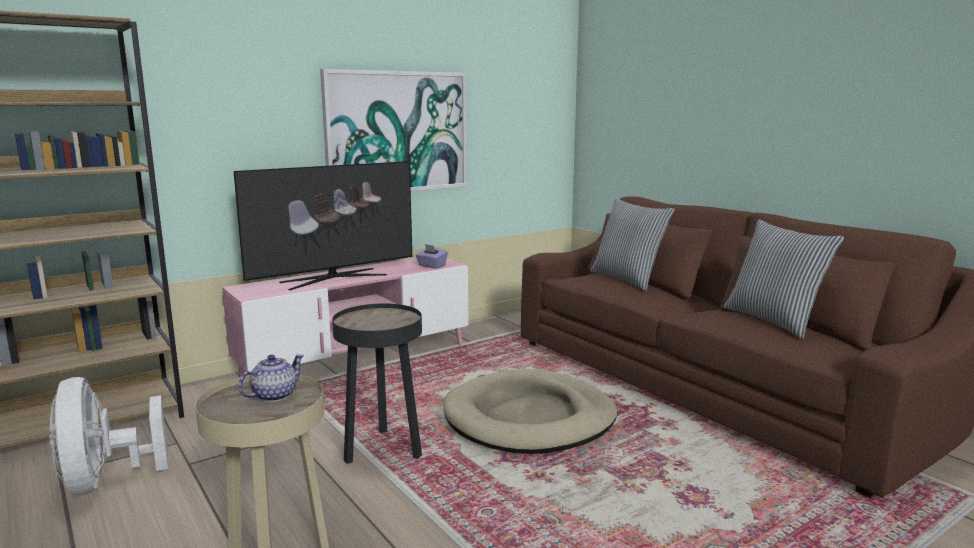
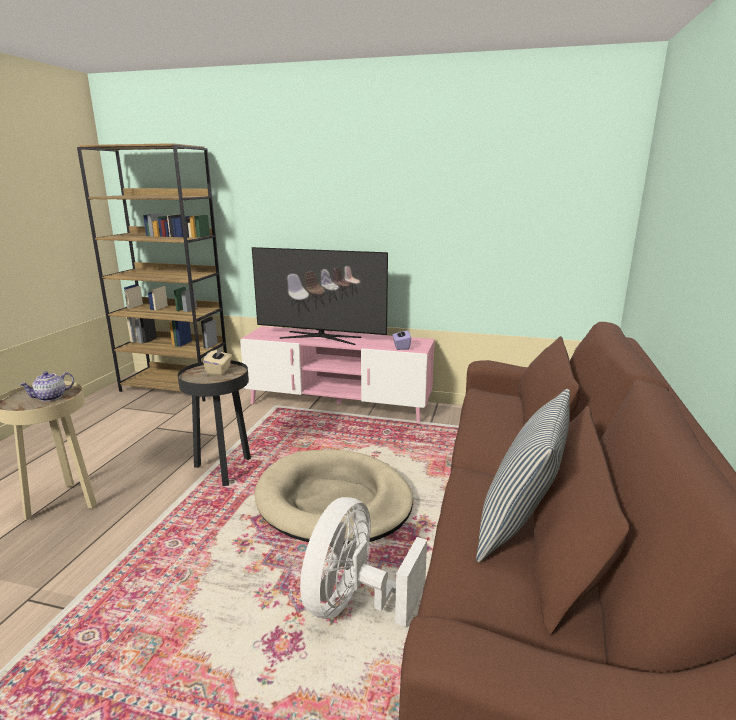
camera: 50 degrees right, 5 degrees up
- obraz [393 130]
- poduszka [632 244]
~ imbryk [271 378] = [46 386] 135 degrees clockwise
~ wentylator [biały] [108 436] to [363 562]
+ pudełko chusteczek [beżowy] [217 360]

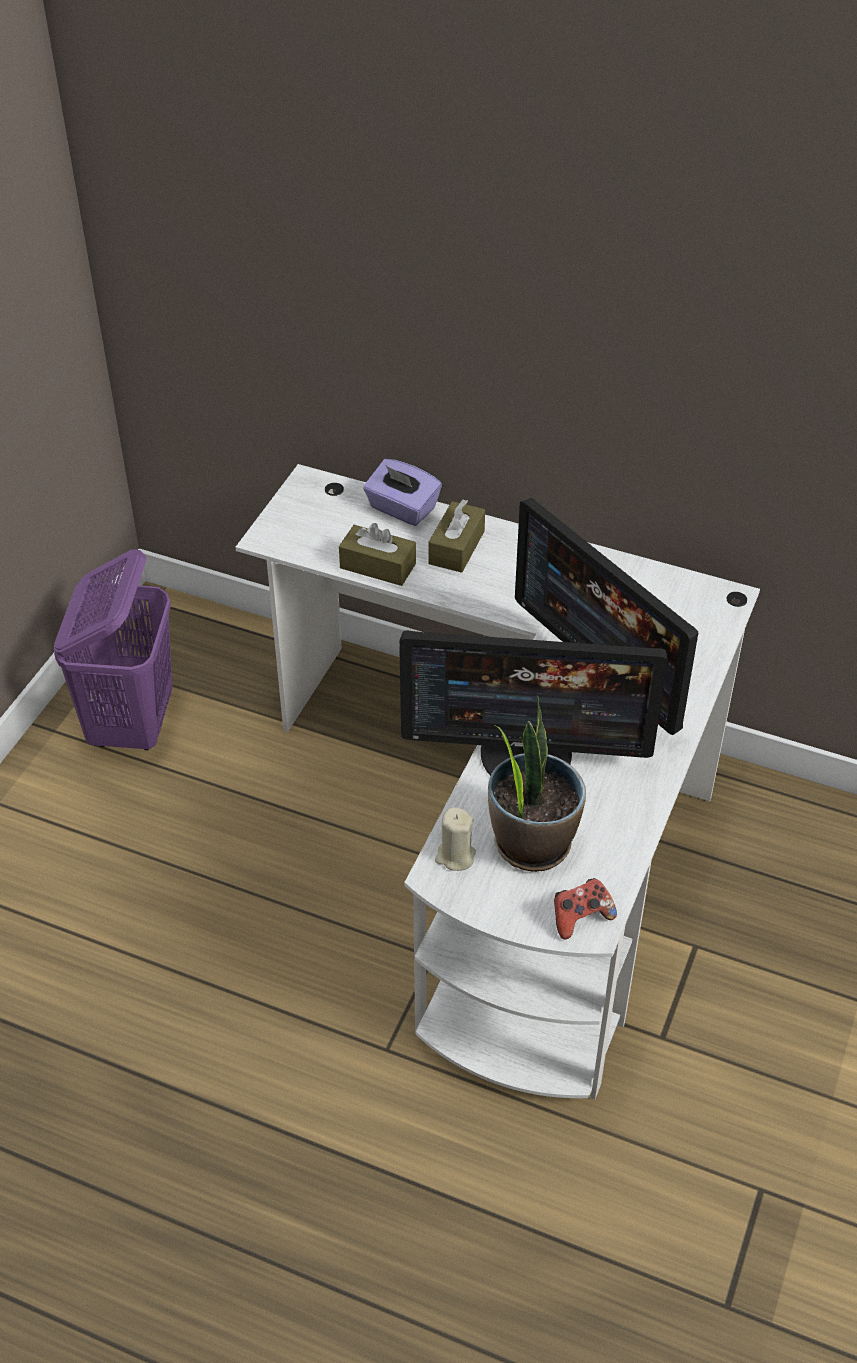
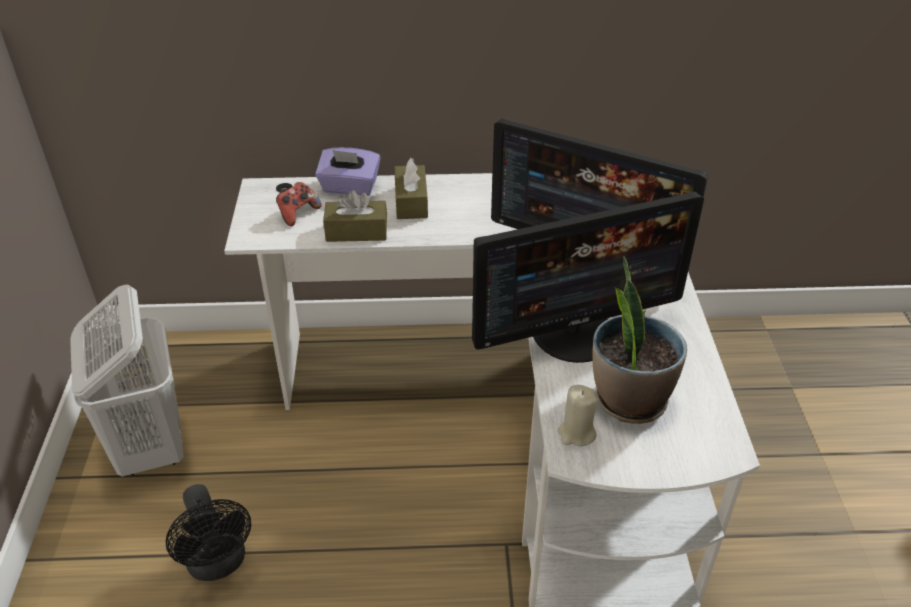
camera: 25 degrees left, 5 degrees down
~ kosz na pranie [fioletowy] [113 649] to kosz na pranie [biały] [127 380]
~ pad do gier [585 908] to [299 204]
+ wentylator [czarny] [208 532]

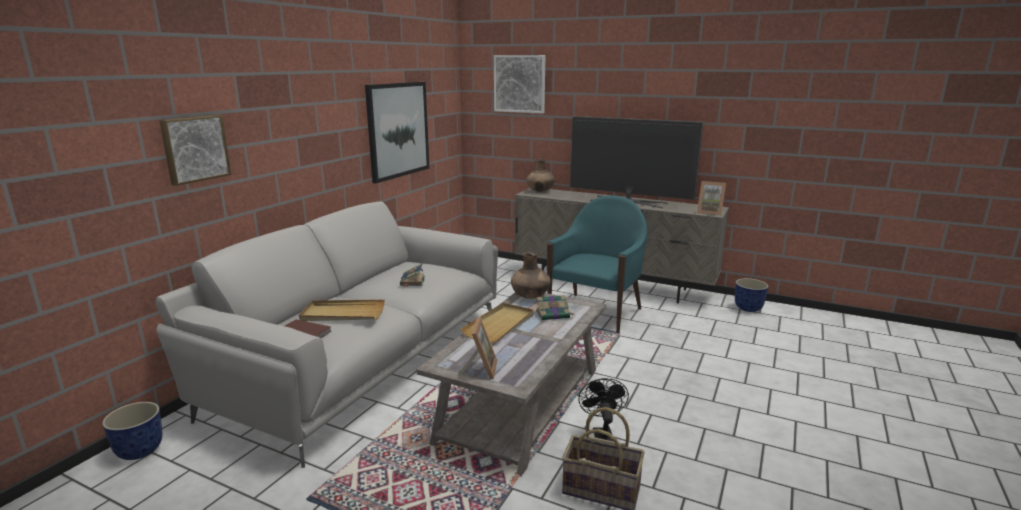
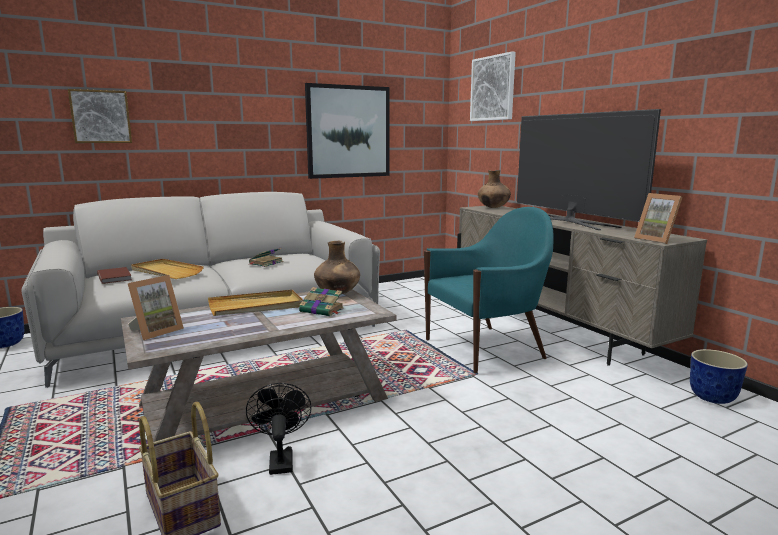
camera: 35 degrees right, 5 degrees down
~ wentylator [czarny] [603 409] = [279 429] 45 degrees counterclockwise

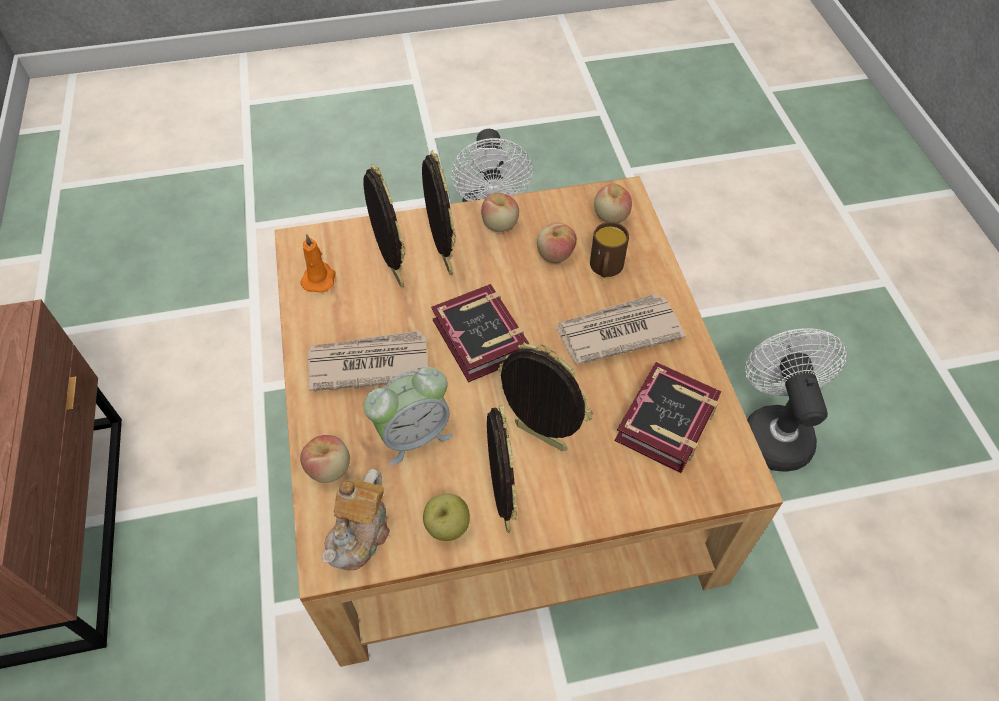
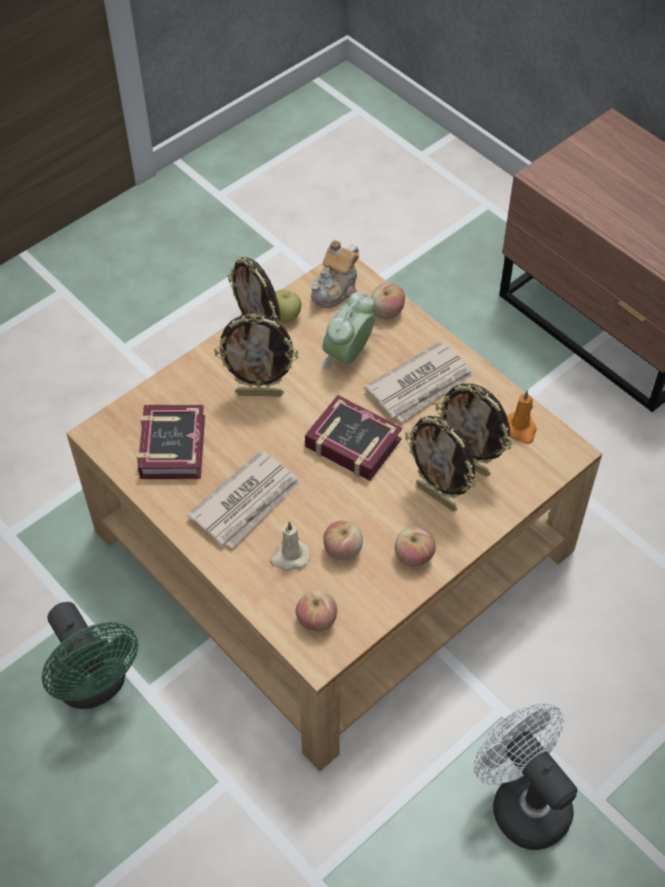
camera: 150 degrees right, 0 degrees up
~ kubek [brązowy] [609 249] to świeca [beżowy] [290 546]
~ wentylator [biały] [796 400] to wentylator [zielony] [90 655]
~ imbryk [356 519] = [334 274] 135 degrees counterclockwise

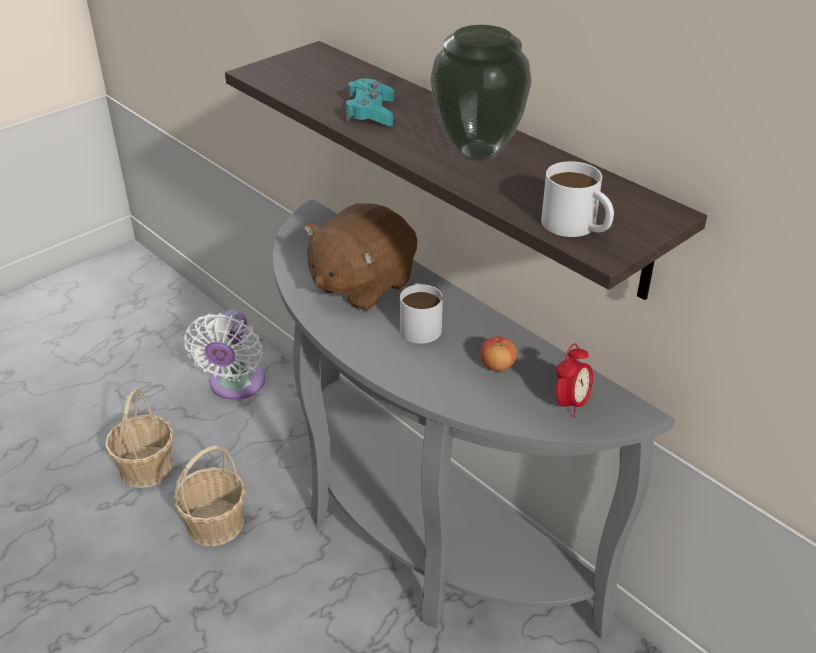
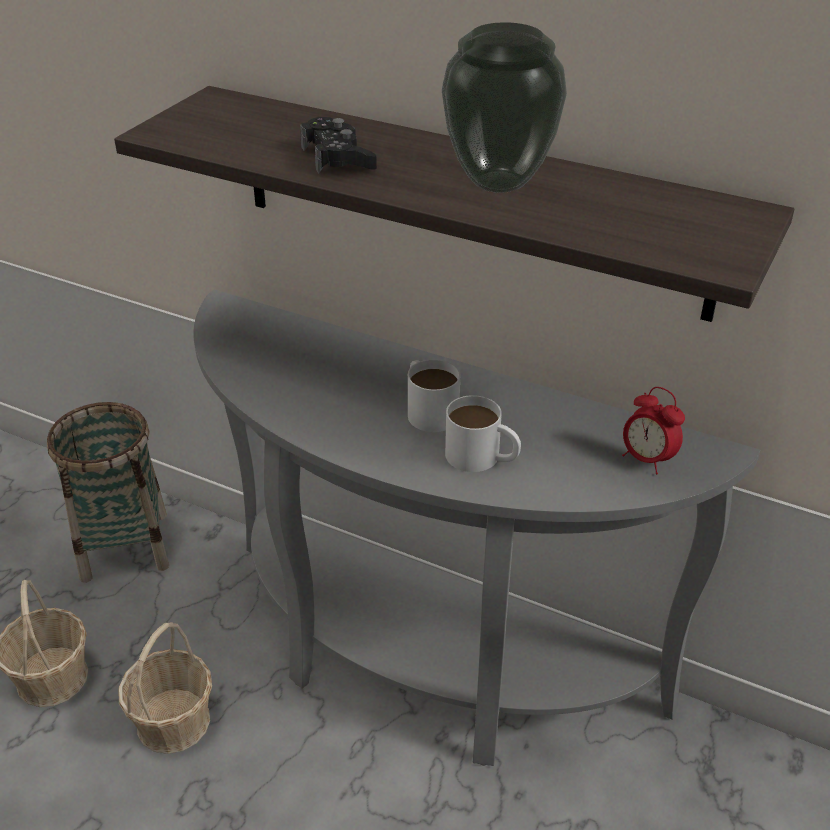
camera: 20 degrees left, 0 degrees up
~ pad do gier [turkusowy] [370 102] to pad do gier [czarny] [338 145]
~ kubek [biały] [577 199] to [483 433]
- pluszak [brązowy] [360 257]
~ wentylator [biały] [224 355] to koszyk [108 492]
- jabłko [498 353]
~ budzik [574 380] = [653 430] 120 degrees clockwise

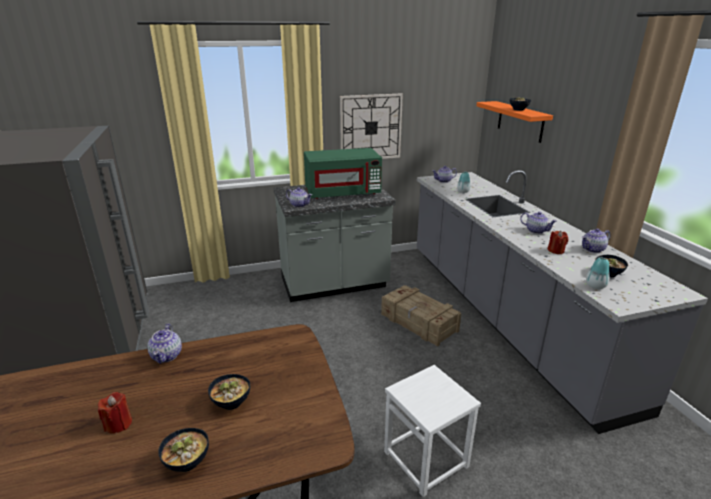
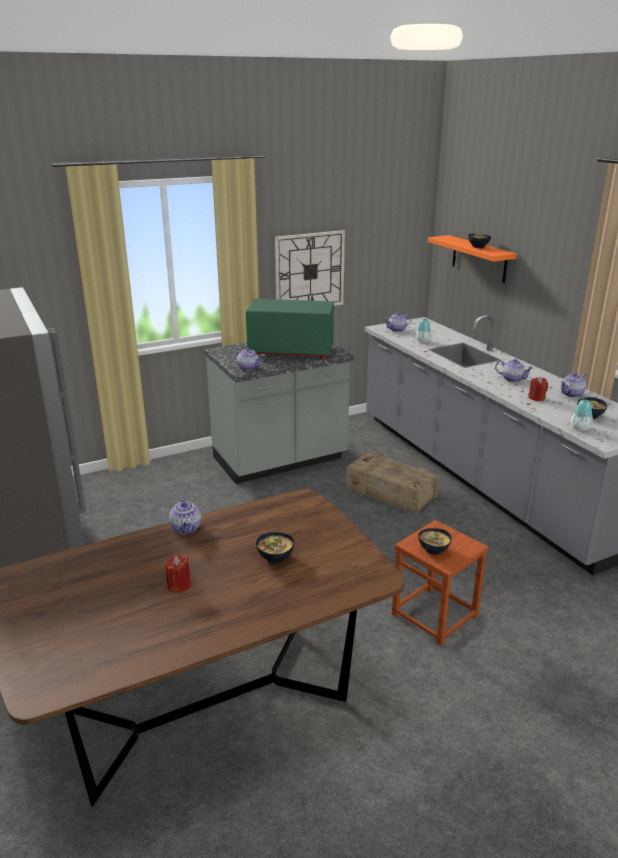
camera: 10 degrees left, 0 degrees up
~ mikrofalówka [zielony] [343 173] = [290 329] 150 degrees counterclockwise
~ stołek [biały] [432 431] to stołek [brązowy] [440 583]
~ miska [183 450] to [435 541]

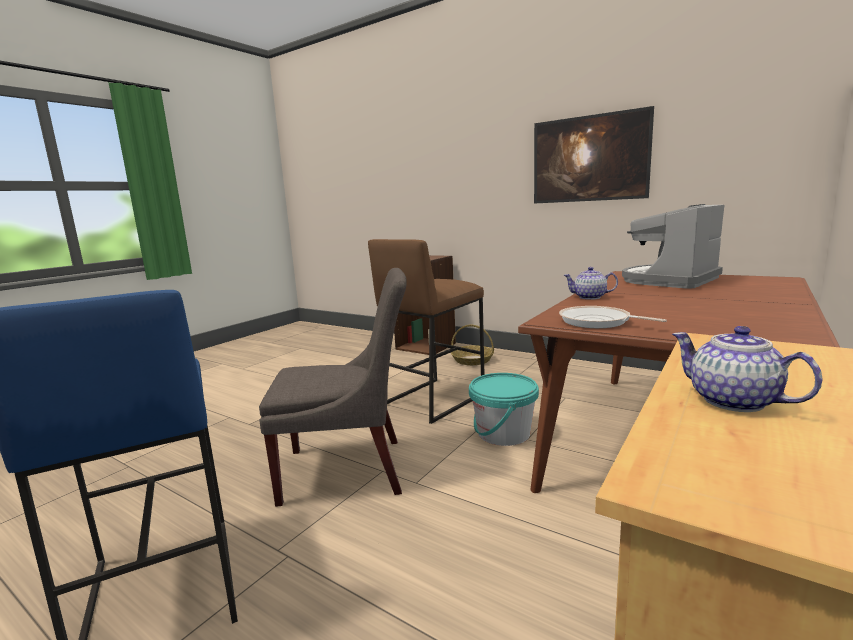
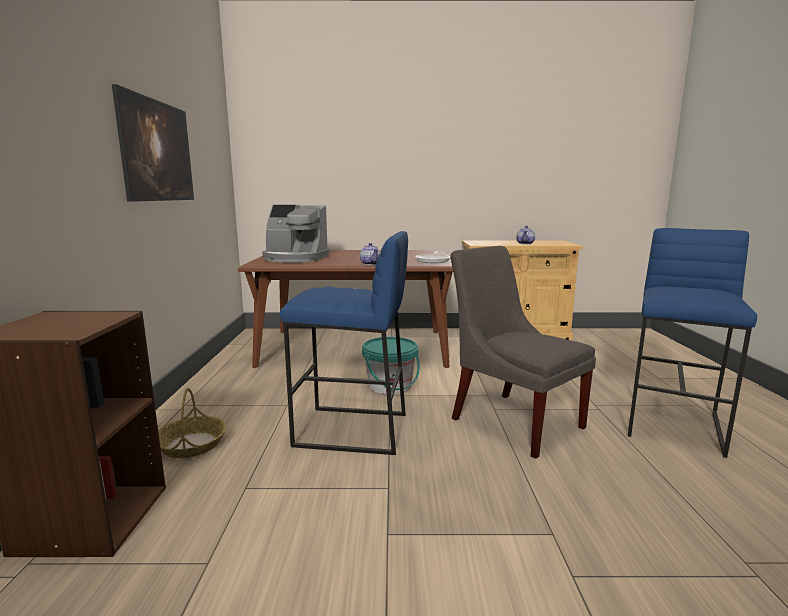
camera: 125 degrees left, 0 degrees up
~ stołek [brązowy] [426 331] to stołek [niebieski] [344 343]

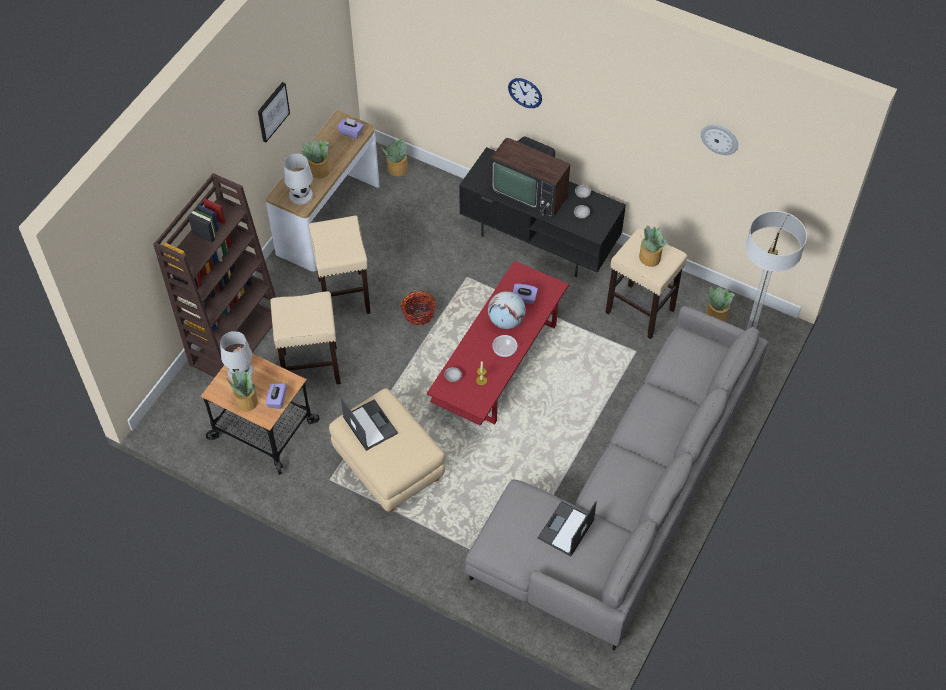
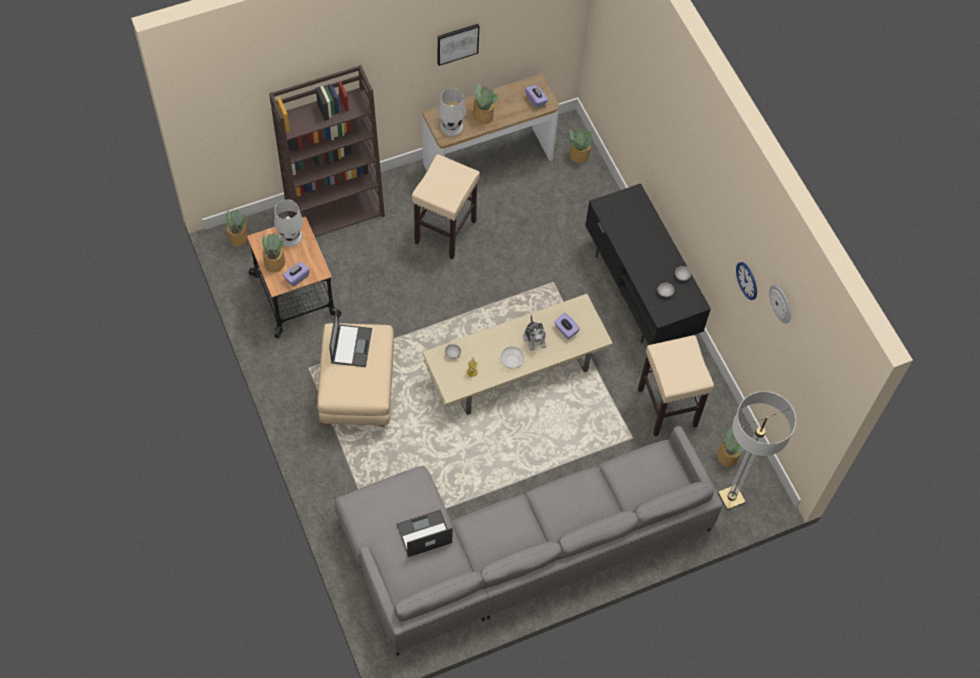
camera: 35 degrees right, 5 degrees up
~ zegar ścienny [525 93] to [746 281]
- telewizor [529 178]
~ roślina doniczkowa [653 246] to [236 227]
~ ława [czerwony] [498 343] to ława [beżowy] [517 354]
- stołek [beżowy] [305 337]
- koszyk [418 308]
~ globus [507 310] to pluszak [534 333]

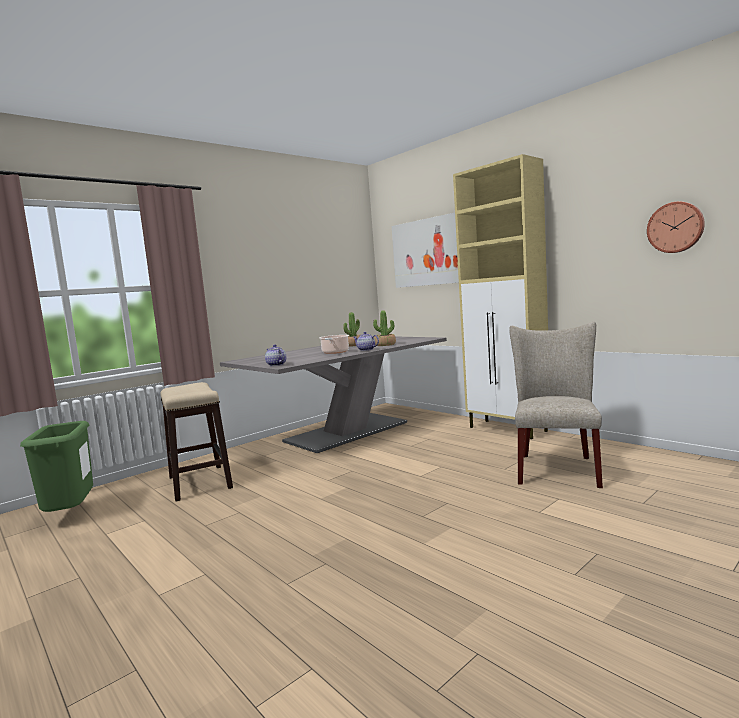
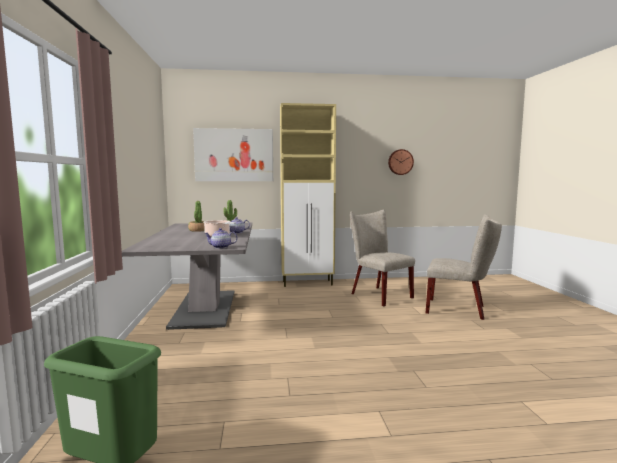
camera: 55 degrees left, 0 degrees up
- stołek [196 441]
+ krzesło [beżowy] [464 267]

